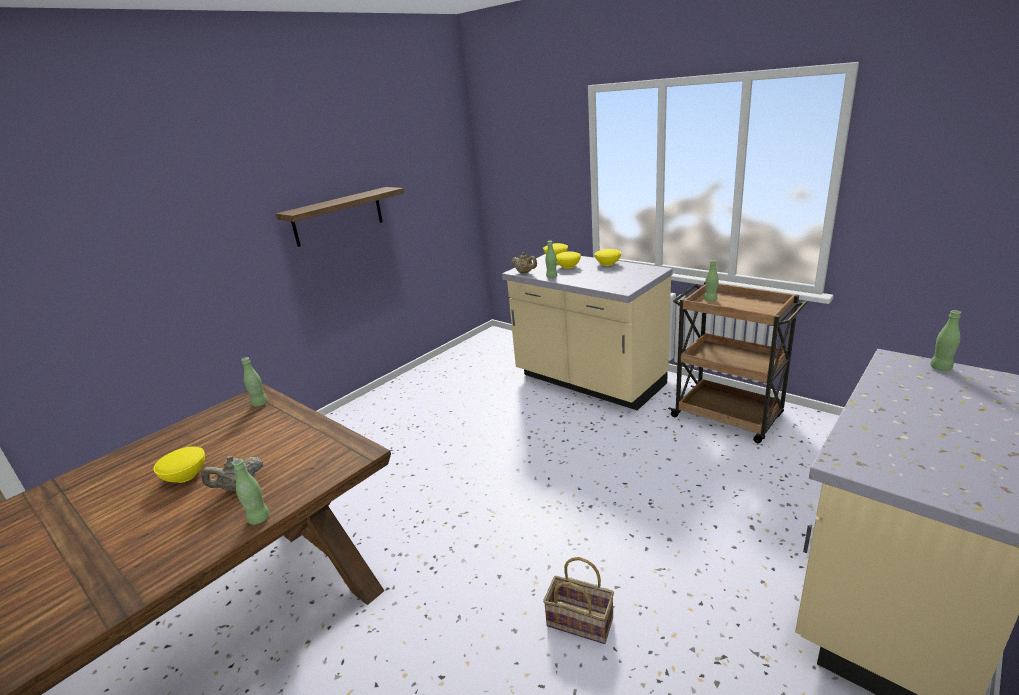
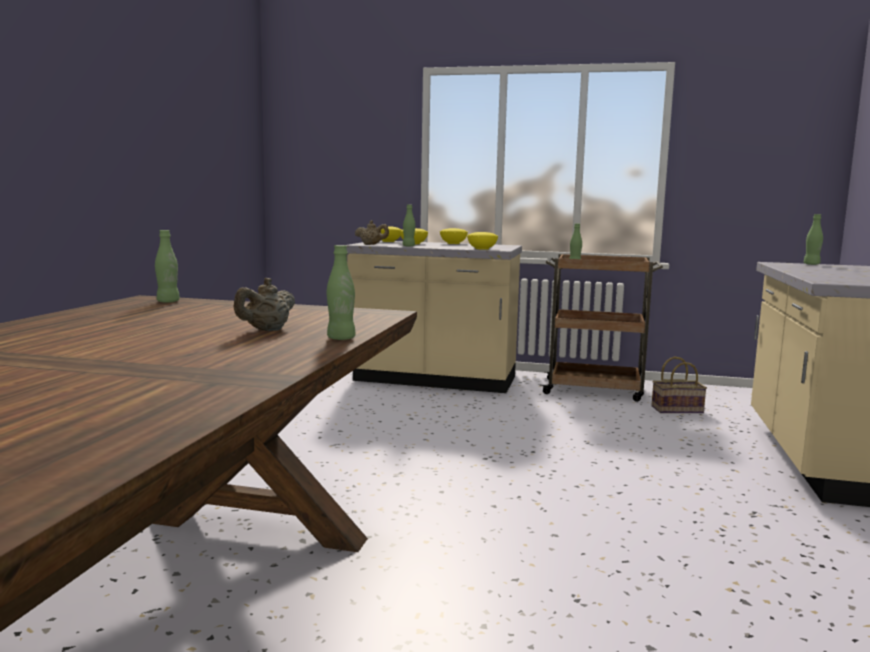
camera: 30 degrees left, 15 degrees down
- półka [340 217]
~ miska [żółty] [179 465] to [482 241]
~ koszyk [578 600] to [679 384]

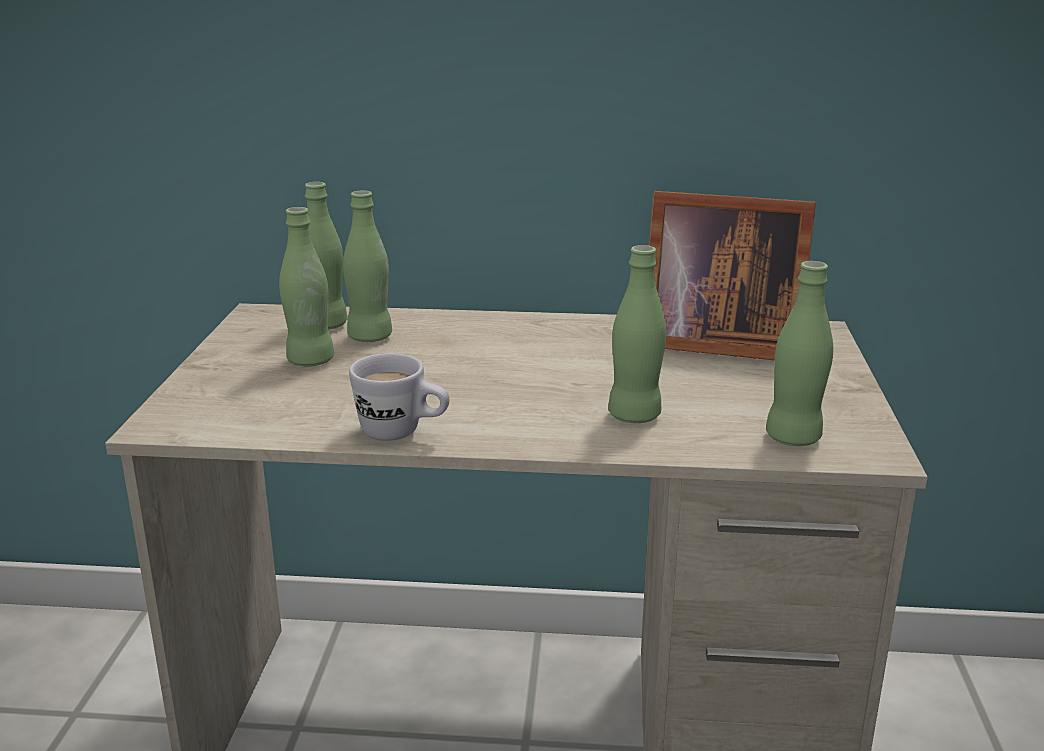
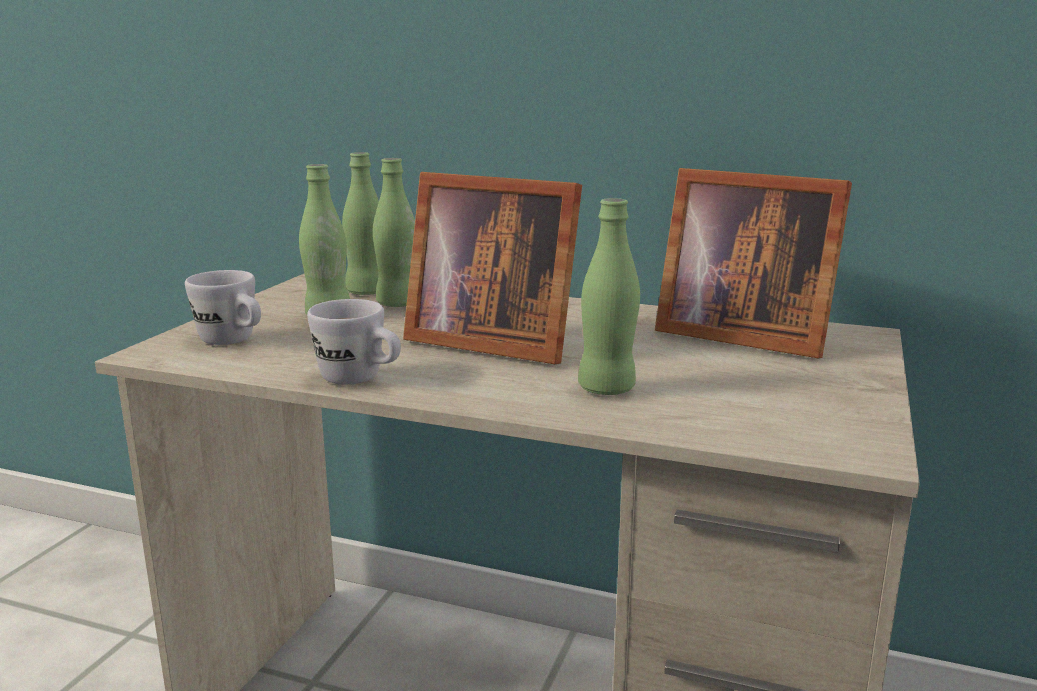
camera: 15 degrees right, 5 degrees down
- butelka [zielony] [799 353]
+ ramka na zdjęcie [492 268]
+ kubek [biały] [223 307]

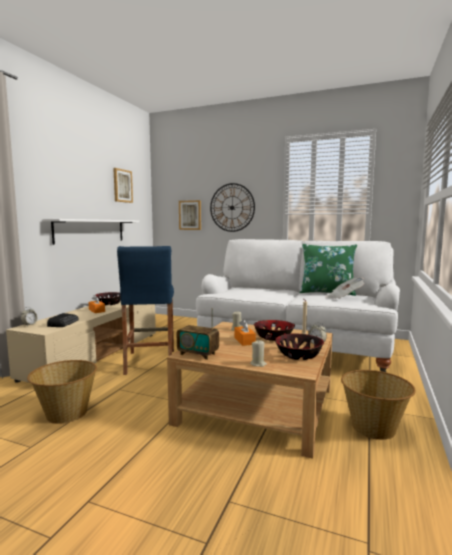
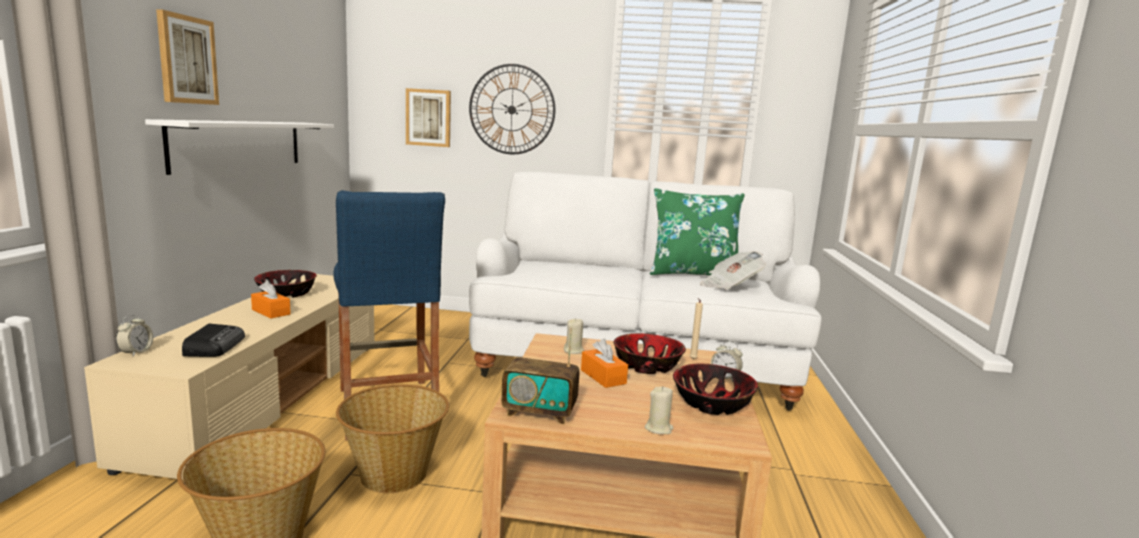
camera: 15 degrees left, 5 degrees up
~ obraz [123 185] to [187 57]
~ koszyk [378 405] to [392 438]

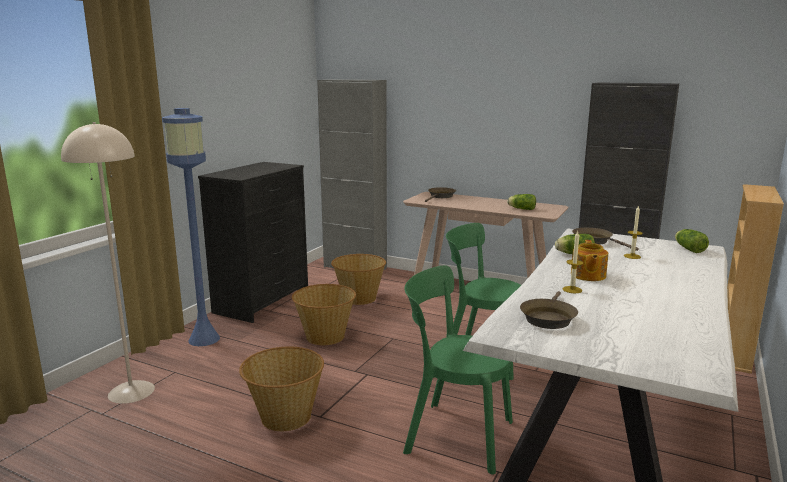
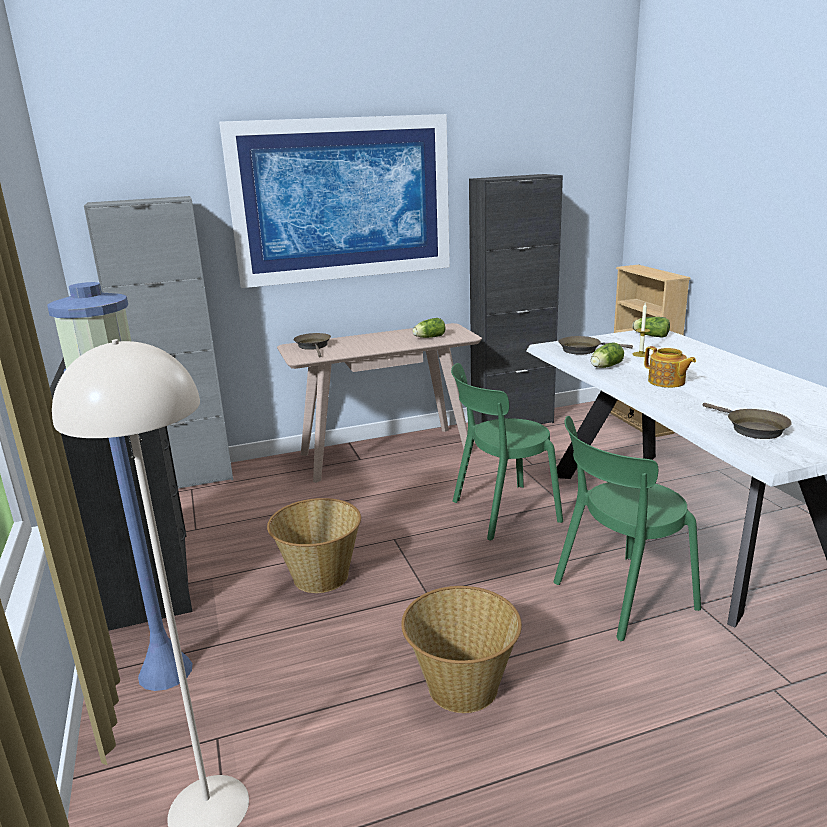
camera: 45 degrees left, 5 degrees up
- świeca [573 262]
- koszyk [358 279]
+ obraz [334 201]

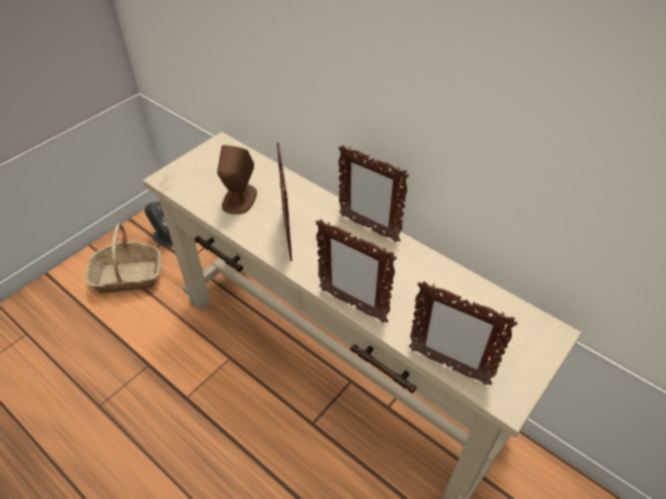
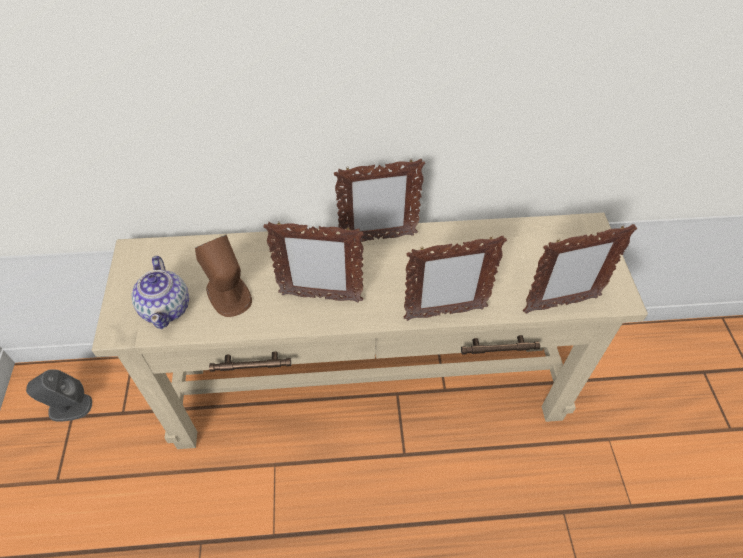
camera: 45 degrees left, 5 degrees up
~ ramka na zdjęcie [284 202] = [314 262] 150 degrees clockwise
- koszyk [124 258]
+ imbryk [160 292]

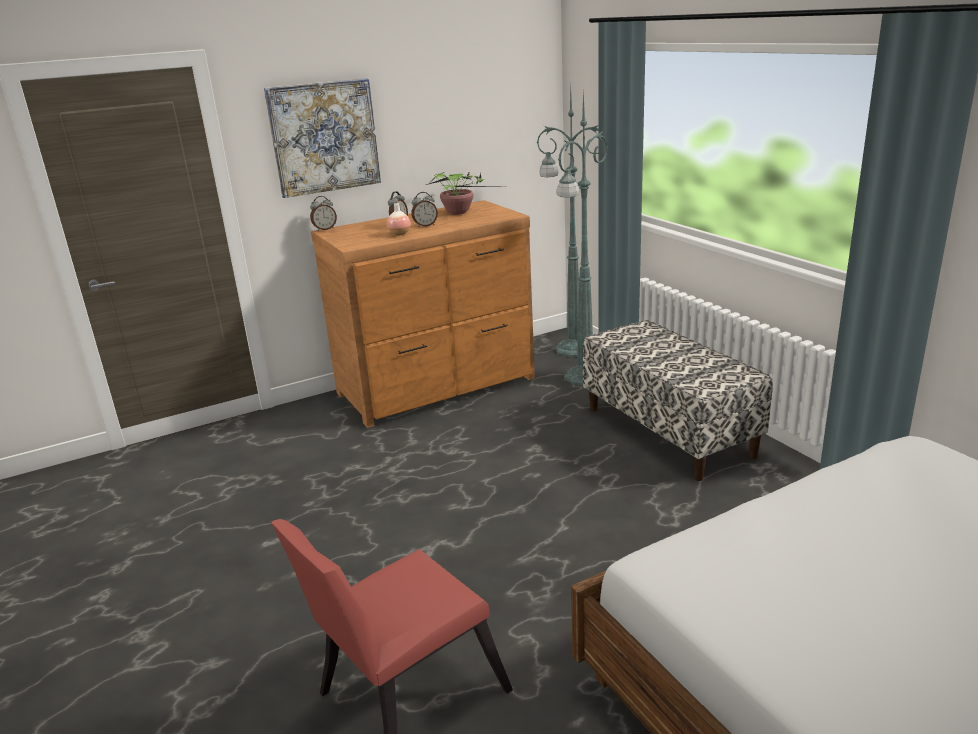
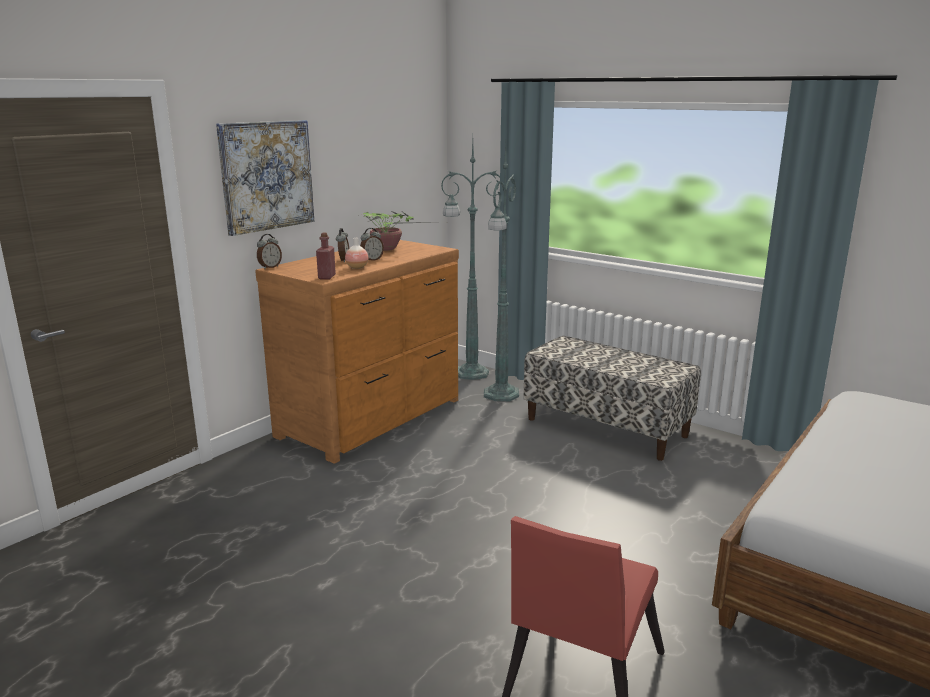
camera: 25 degrees left, 5 degrees down
+ butelka [czerwony] [326 256]

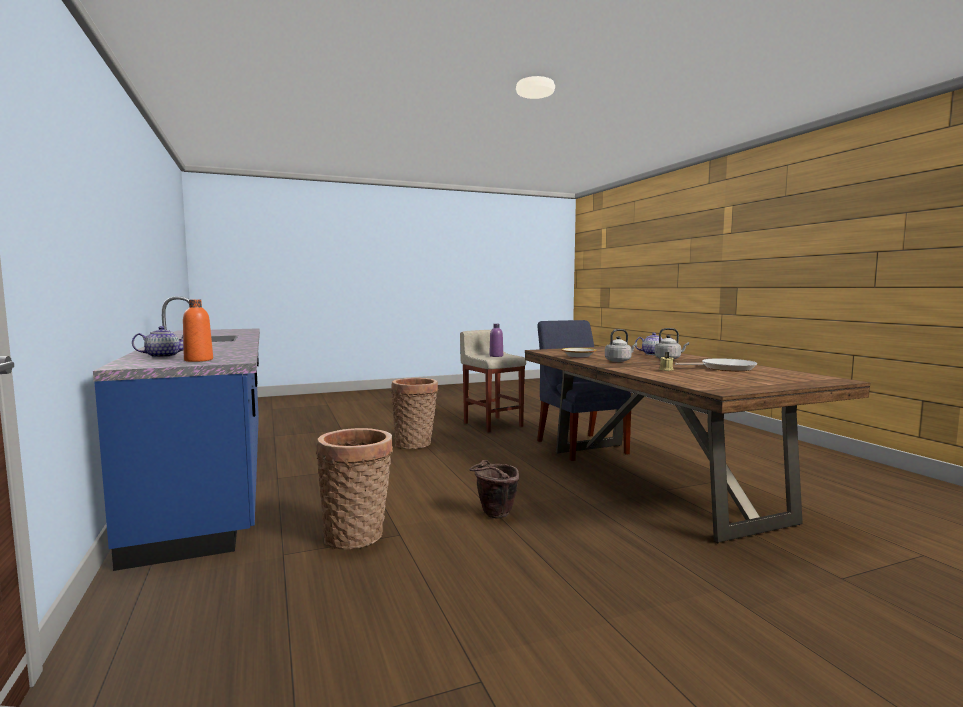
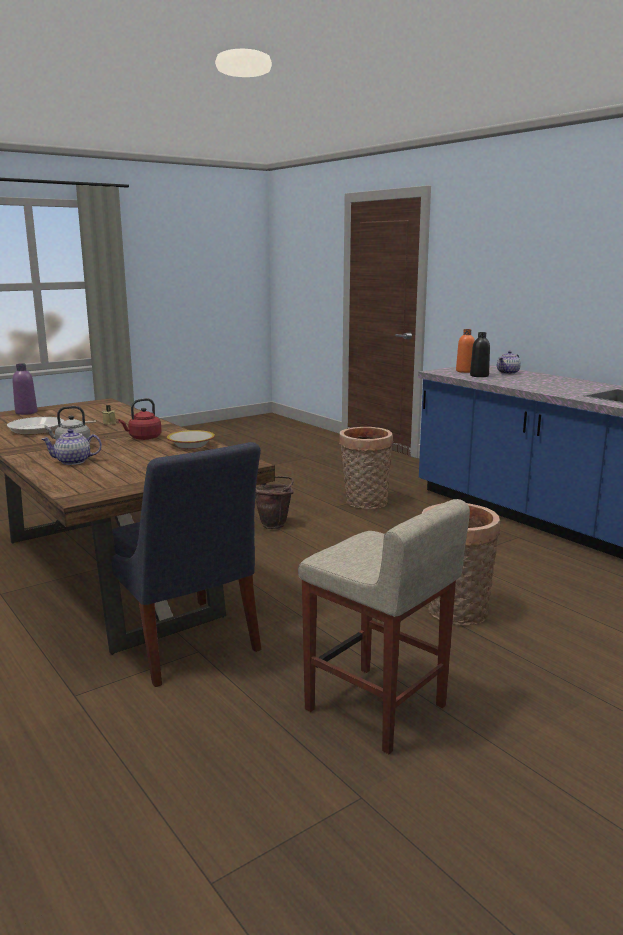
camera: 165 degrees right, 10 degrees up
~ butelka [fioletowy] [496 340] to [24 389]
~ czajnik [szary] [621 345] to czajnik [czerwony] [139 419]
+ butelka [czarny] [480 354]

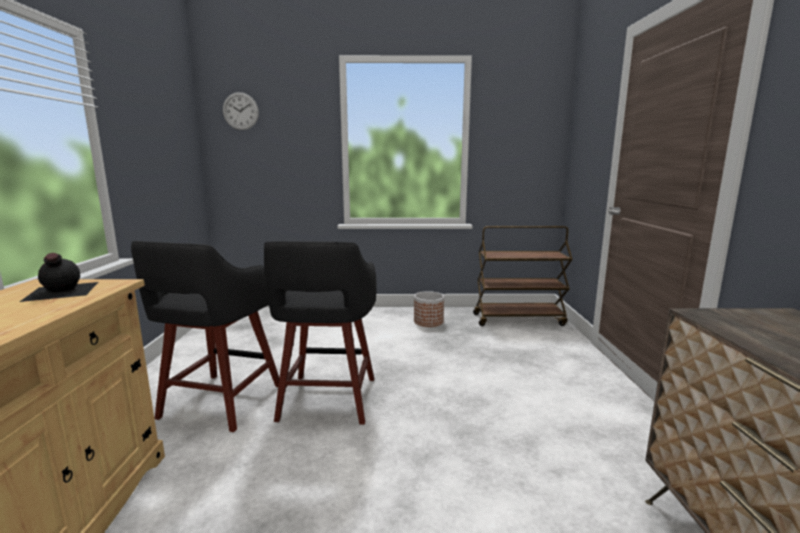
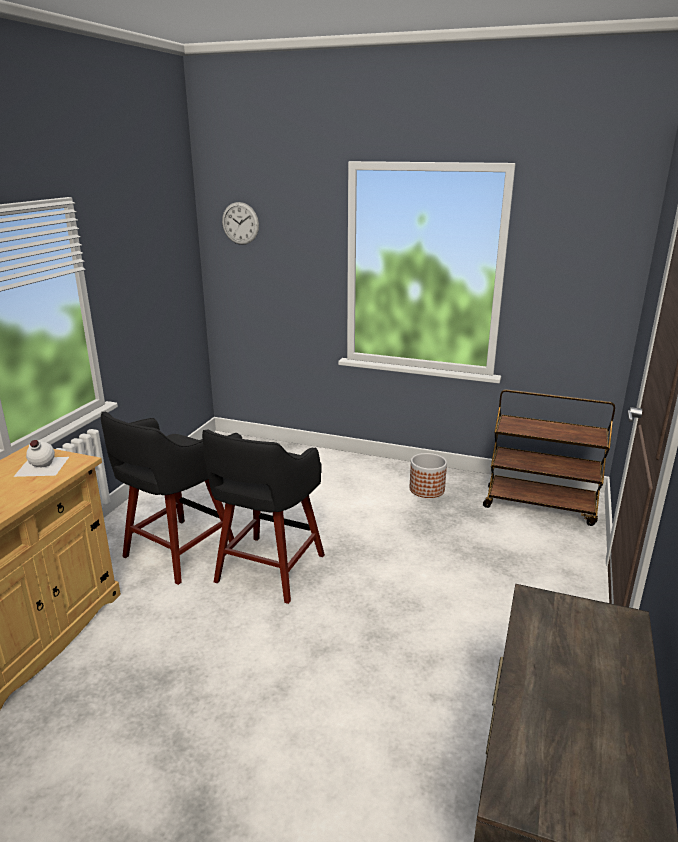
camera: 20 degrees right, 10 degrees up
~ butelka [czarny] [59 277] to butelka [biały] [41 458]

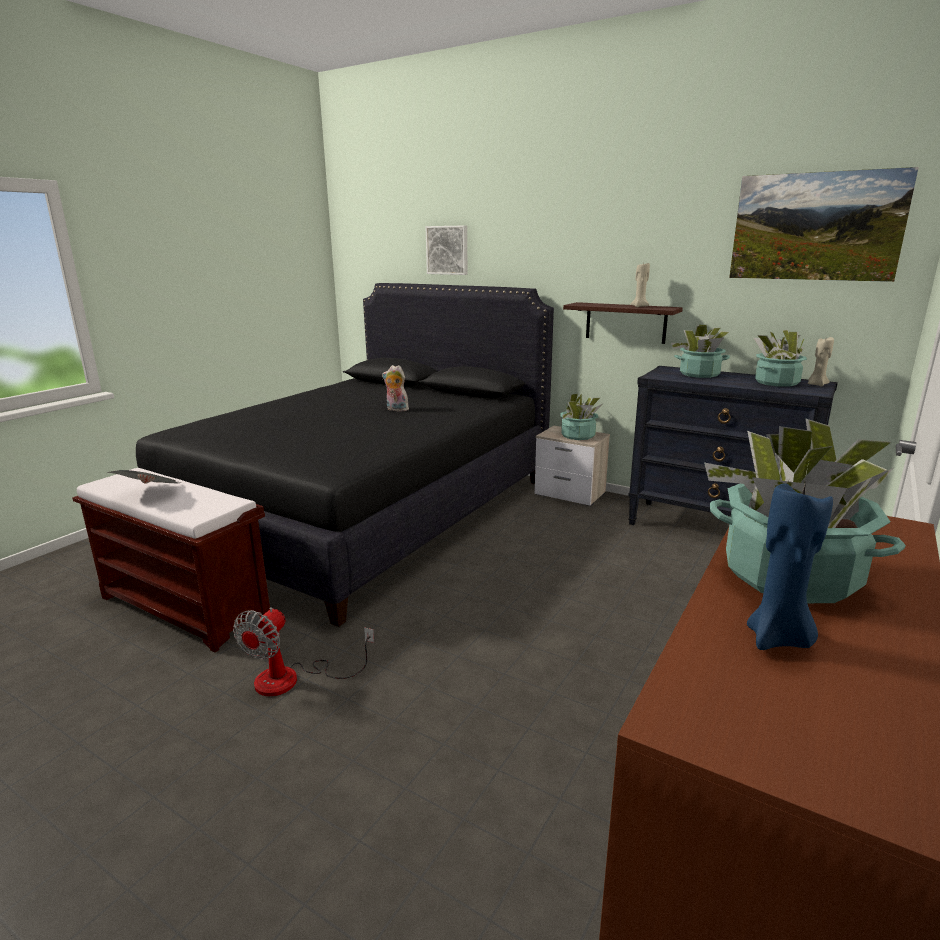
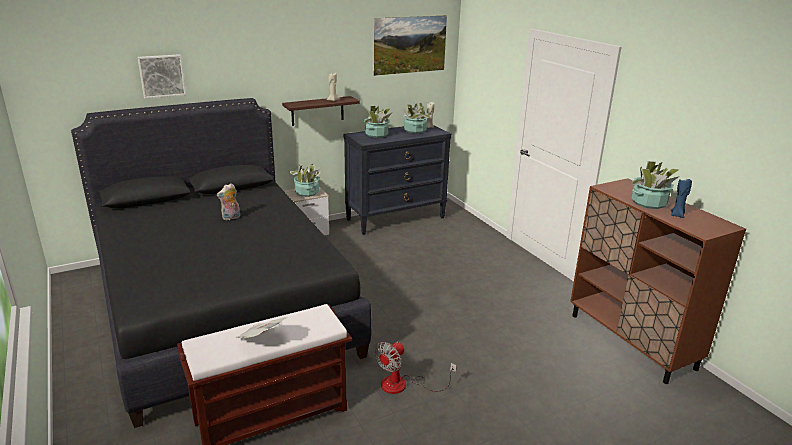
camera: 60 degrees left, 5 degrees up
~ wentylator [303 651] = [415 368] 75 degrees clockwise

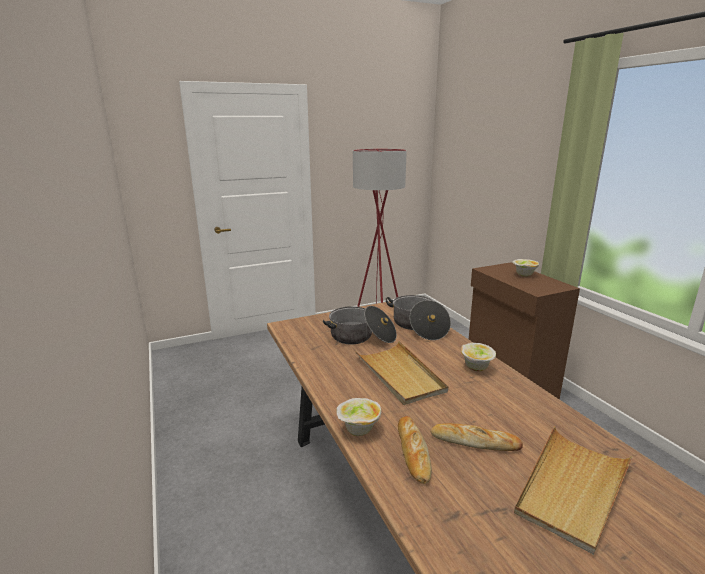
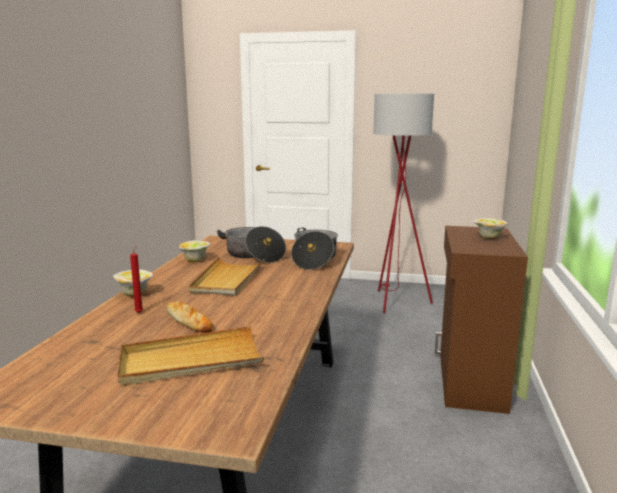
camera: 35 degrees right, 5 degrees down
~ miska [478 357] to [194 251]
~ chleb [415 450] to świeca [czerwony] [136 279]

